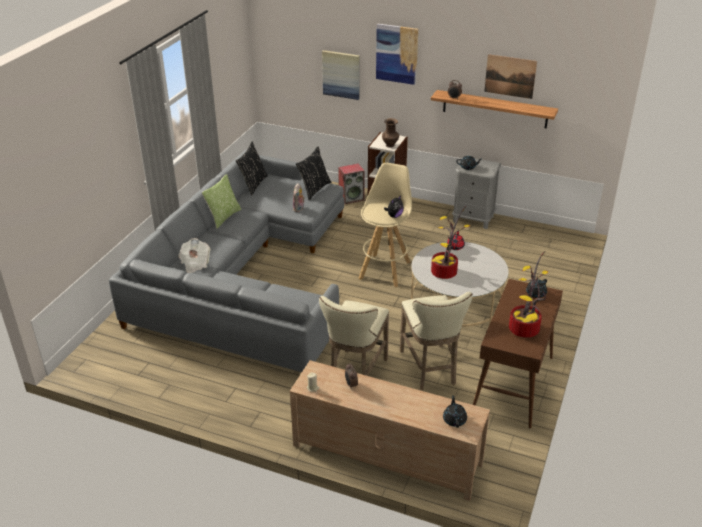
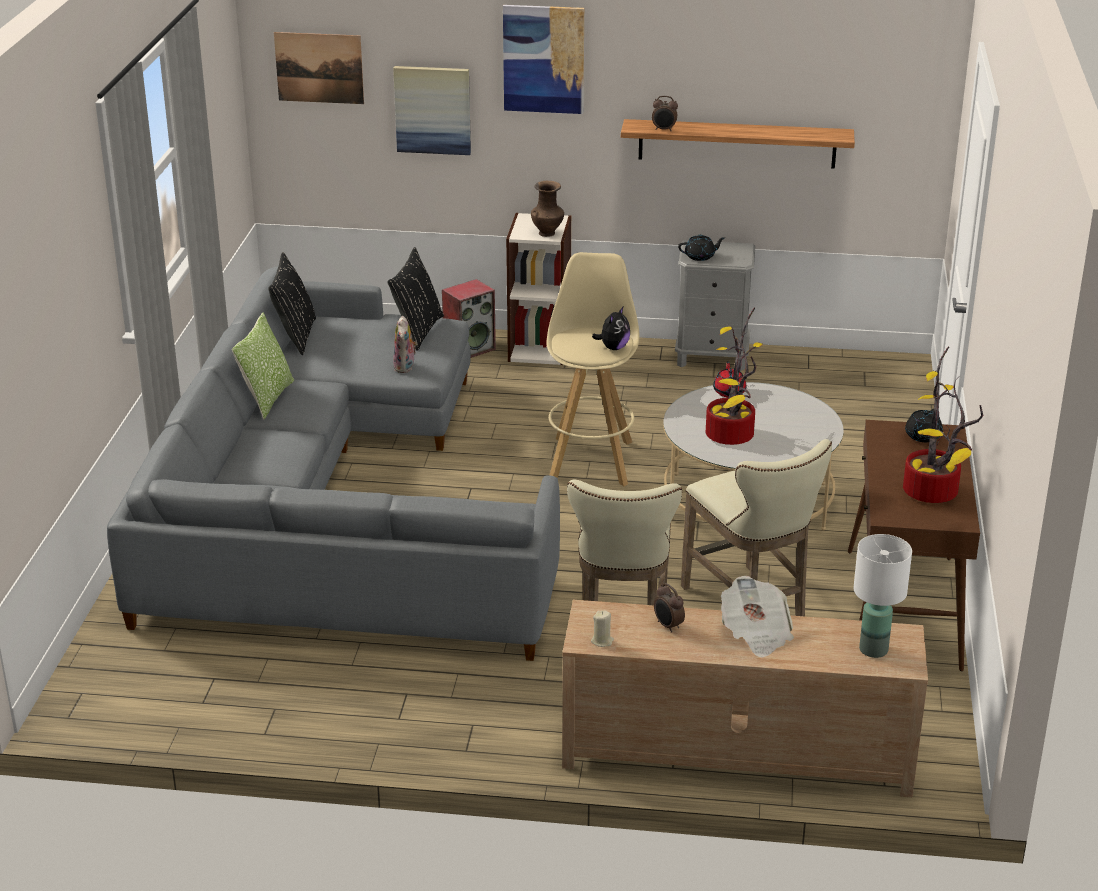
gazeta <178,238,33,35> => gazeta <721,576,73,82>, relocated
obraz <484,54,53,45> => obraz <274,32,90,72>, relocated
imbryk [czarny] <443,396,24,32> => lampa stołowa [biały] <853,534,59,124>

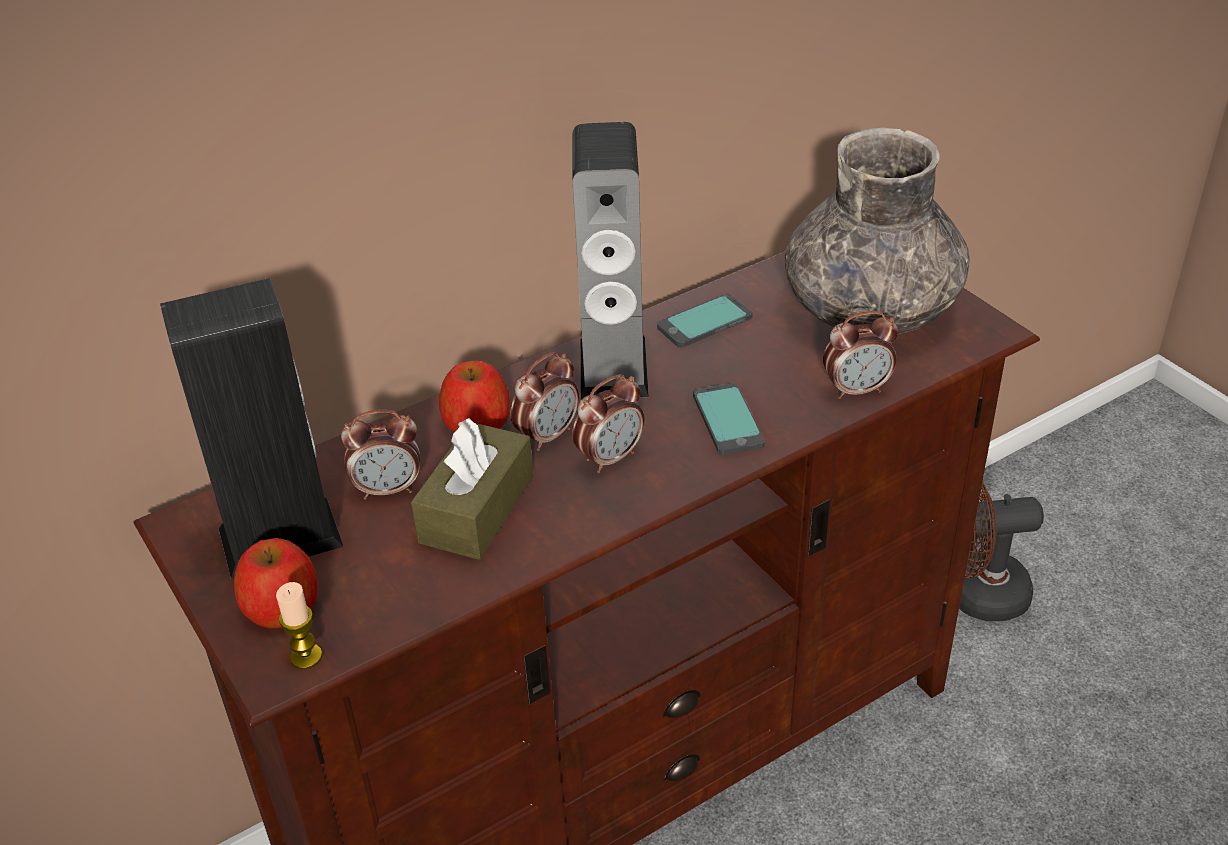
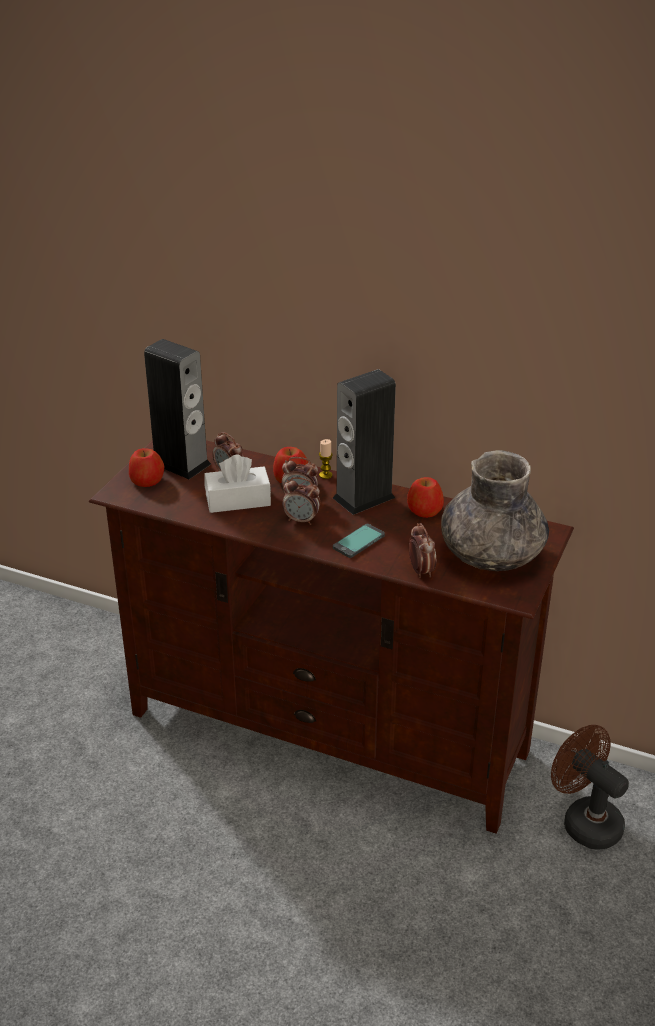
świeca <276,582,47,87> => świeca <319,439,14,40>, relocated
telefon <657,294,95,54> => jabłko <407,477,37,41>
pudełko chusteczek [brązowy] <411,418,123,142> => pudełko chusteczek [biały] <204,454,67,59>
budzik <823,311,75,88> => budzik <409,523,27,55>, 150 degrees counterclockwise

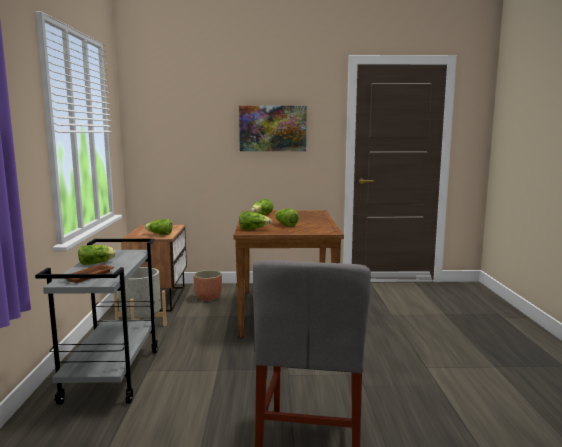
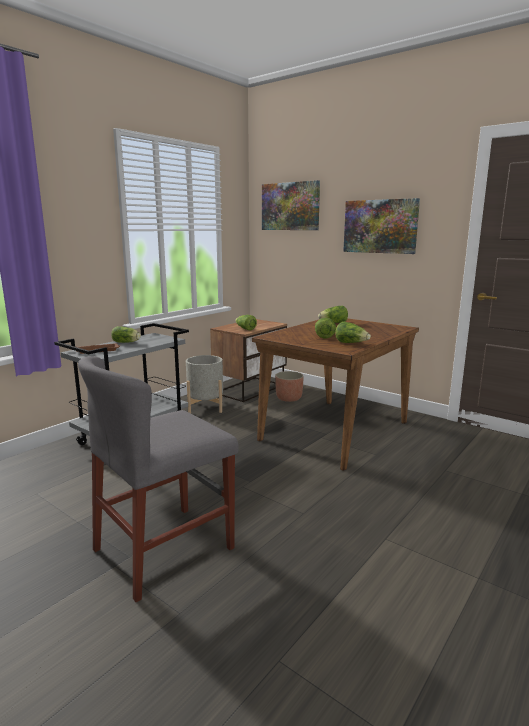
nothing => obraz <262,180,58,50>
sałata <239,211,33,19> => sałata <335,322,36,21>, relocated

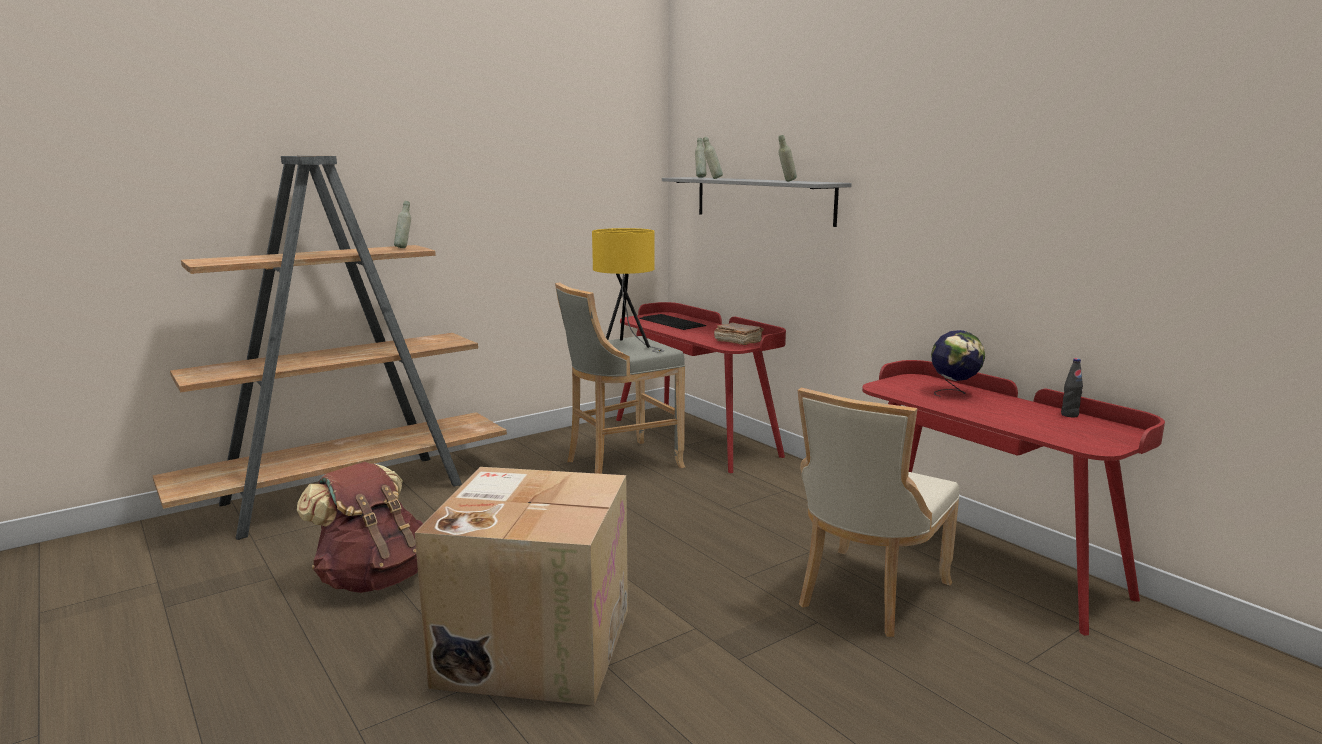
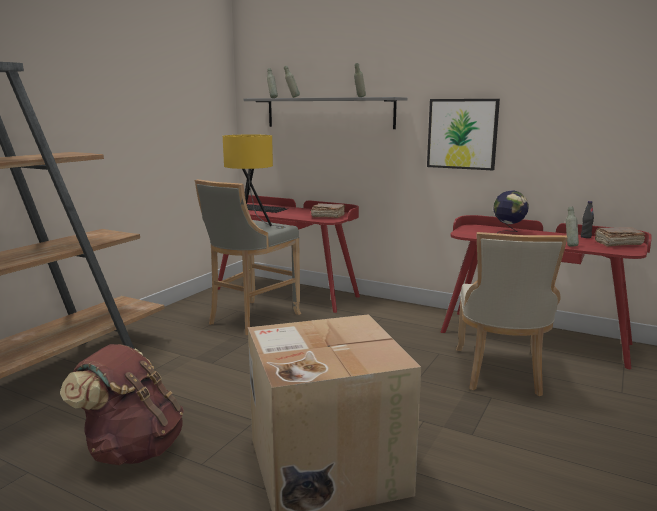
nothing => obraz <427,99,73,71>
nothing => książka [brązowy] <595,227,50,20>
butelka [szary] <394,201,17,47> => butelka [szary] <566,207,13,40>, relocated

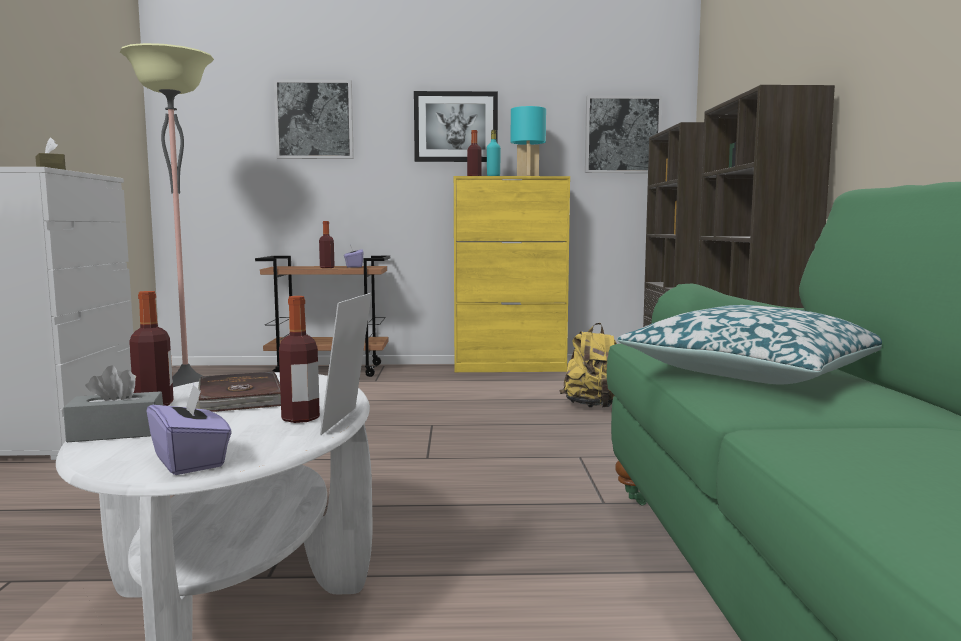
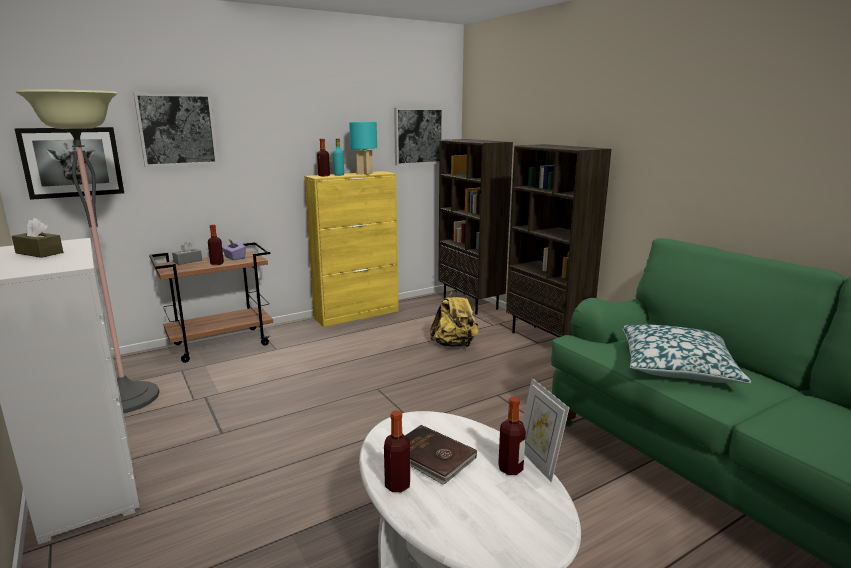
pudełko chusteczek [fioletowy] <147,384,85,91> => nothing
pudełko chusteczek [szary] <63,365,100,77> => pudełko chusteczek [szary] <172,242,30,23>, relocated
obraz <414,91,84,71> => obraz <15,127,109,73>, relocated

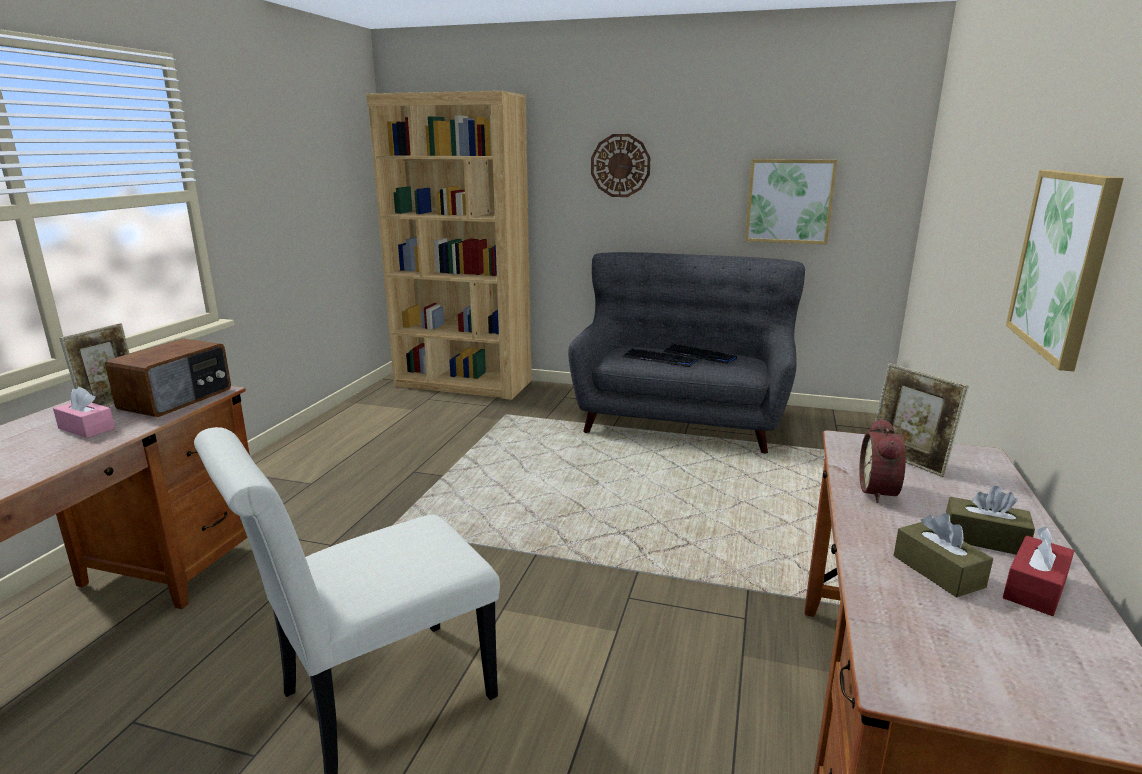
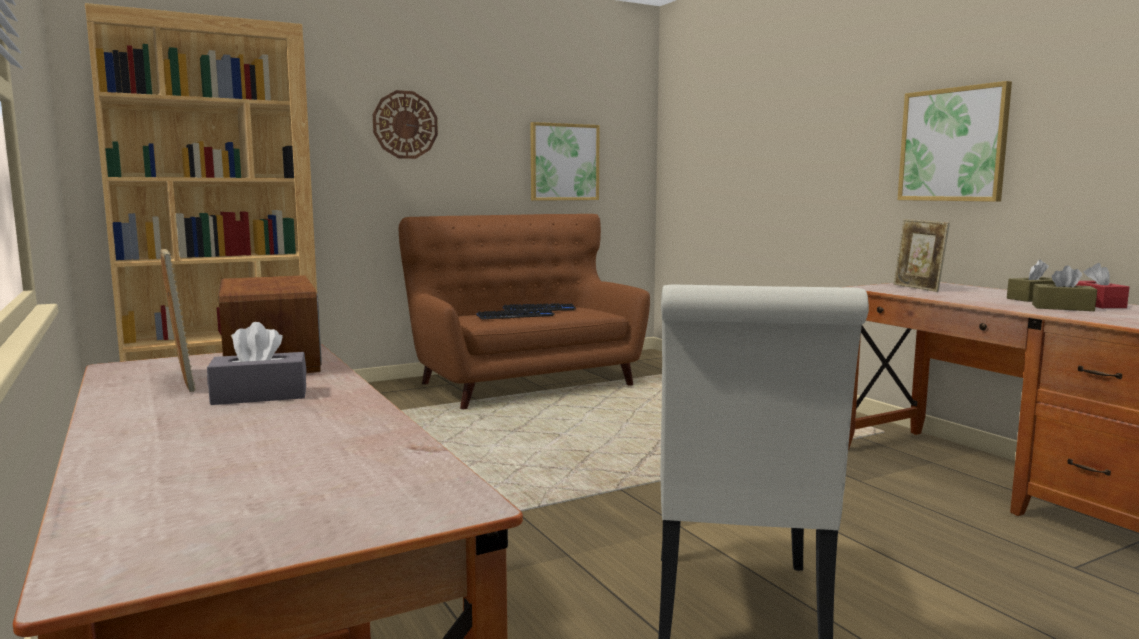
budzik <859,418,47,85> => nothing
pudełko chusteczek [różowy] <53,387,62,51> => pudełko chusteczek [szary] <207,322,100,83>
kanapa [szary] <568,252,237,201> => kanapa [brązowy] <399,214,251,195>
ramka na zdjęcie <875,363,94,114> => ramka na zdjęcie <893,219,57,73>, 60 degrees clockwise

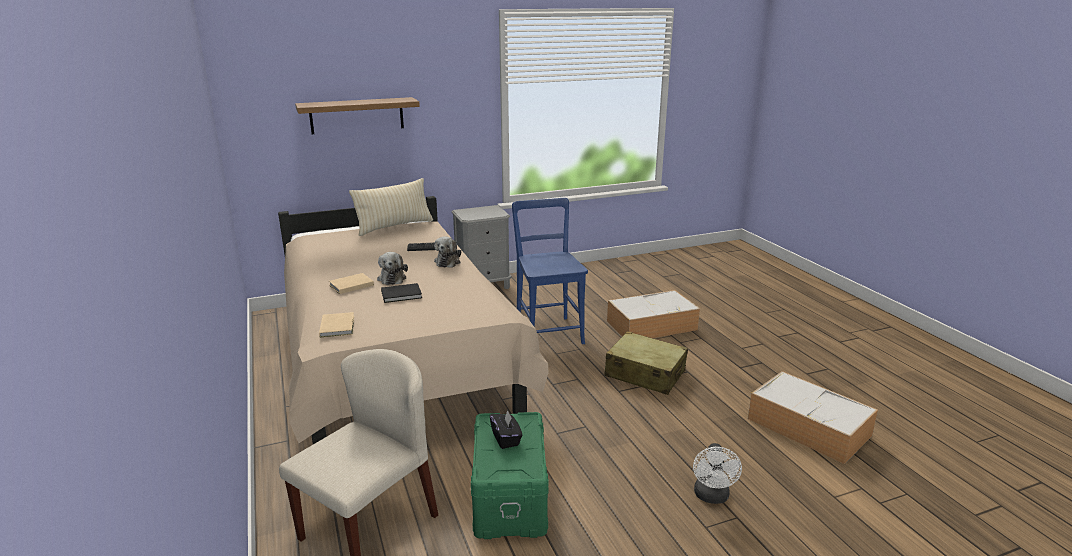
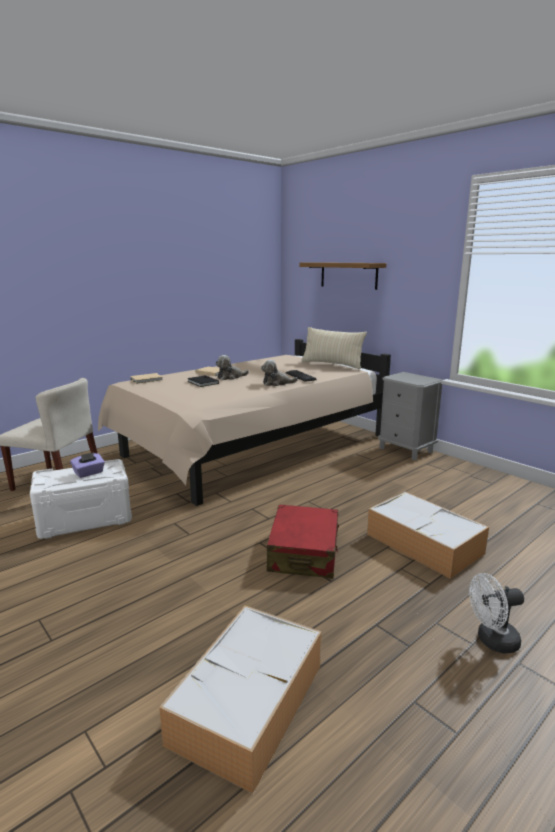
krzesło [niebieski] <512,198,76,146> => nothing
wentylator [biały] <693,443,49,61> => wentylator [biały] <469,573,55,80>, relocated
pojemnik do przechowywania [zielony] <471,412,78,127> => pojemnik do przechowywania [biały] <30,459,102,80>
pudełko chusteczek [czarny] <490,410,32,39> => pudełko chusteczek [fioletowy] <70,452,35,26>
walizka [beżowy] <604,331,84,64> => walizka [czerwony] <267,505,72,74>

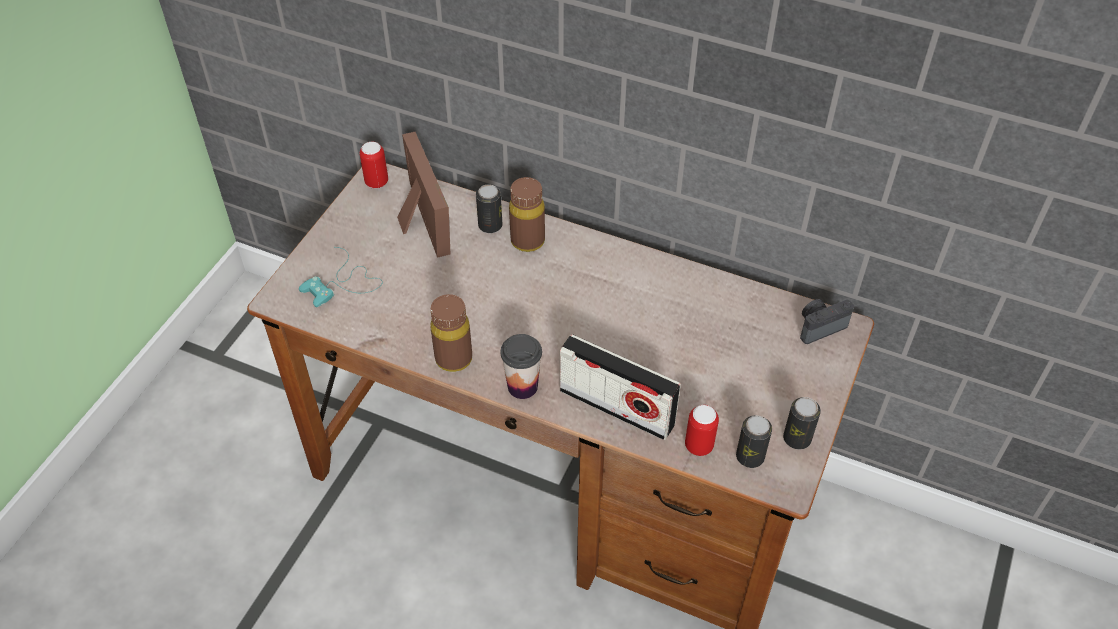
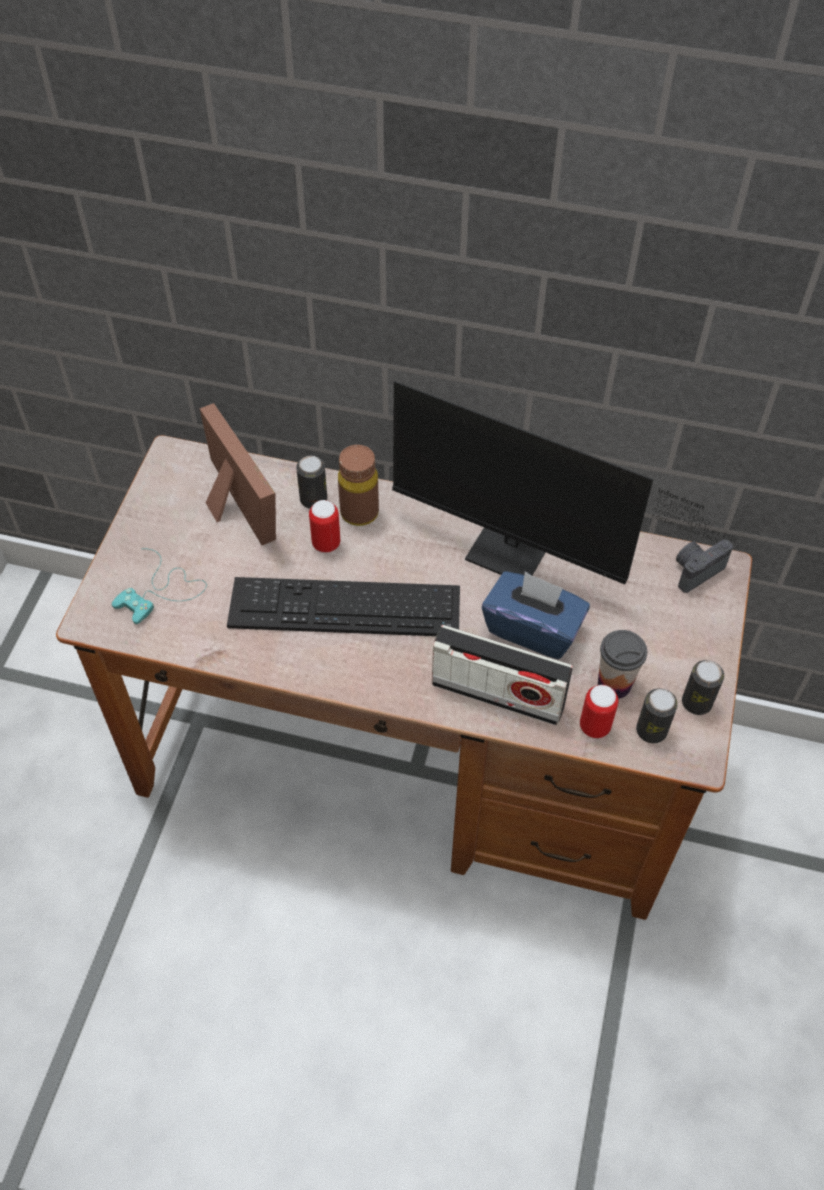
butelka [brązowy] <430,294,42,78> => nothing
nothing => klawiatura <227,577,233,59>
nothing => monitor <392,381,344,203>
nothing => pudełko chusteczek [niebieski] <482,571,108,88>
puszka <360,142,28,47> => puszka <309,500,31,53>, relocated
filiżanka <501,334,41,65> => filiżanka <598,630,49,69>, relocated

